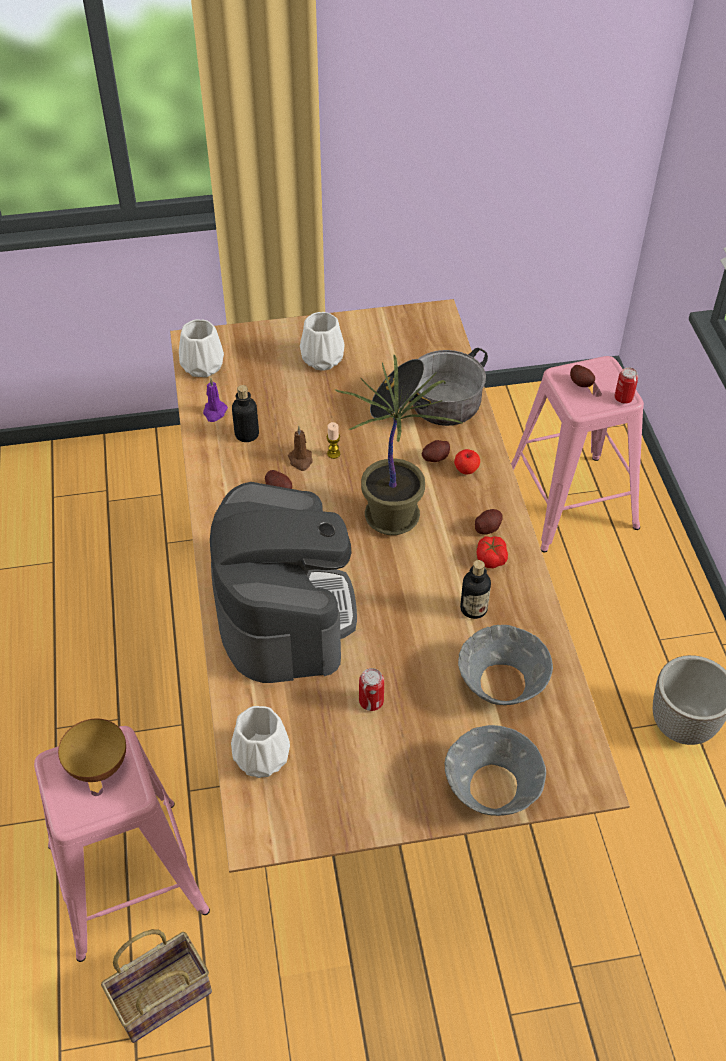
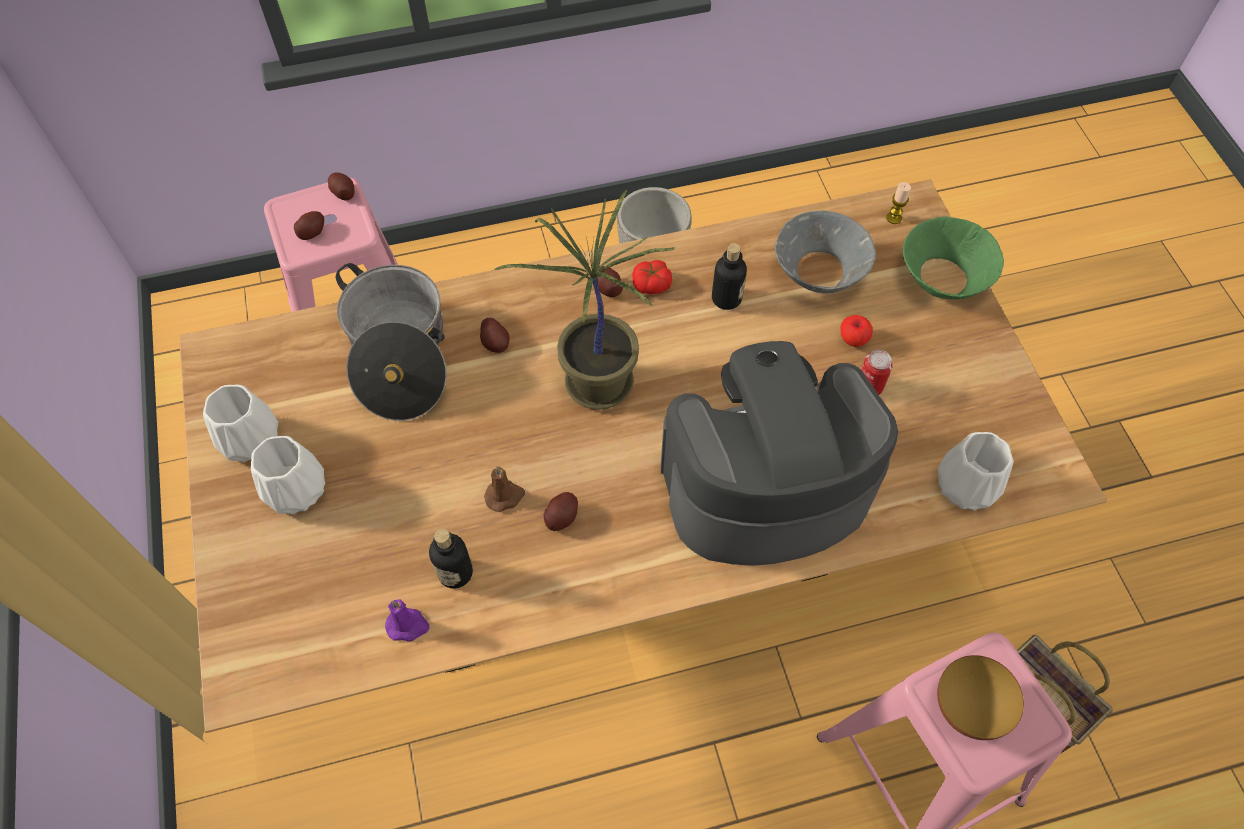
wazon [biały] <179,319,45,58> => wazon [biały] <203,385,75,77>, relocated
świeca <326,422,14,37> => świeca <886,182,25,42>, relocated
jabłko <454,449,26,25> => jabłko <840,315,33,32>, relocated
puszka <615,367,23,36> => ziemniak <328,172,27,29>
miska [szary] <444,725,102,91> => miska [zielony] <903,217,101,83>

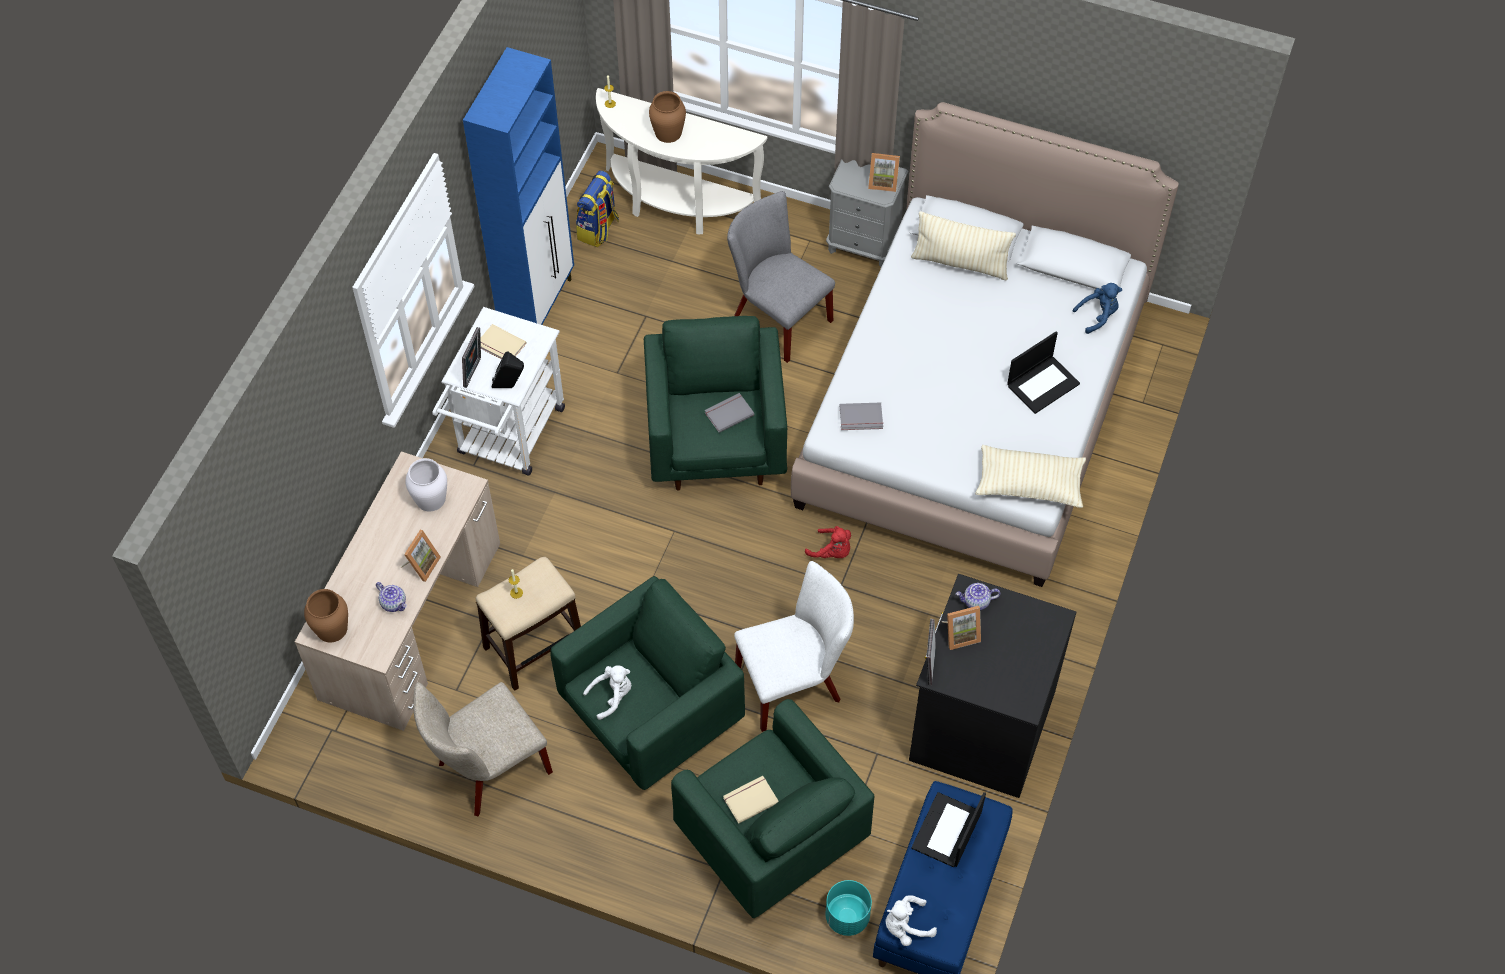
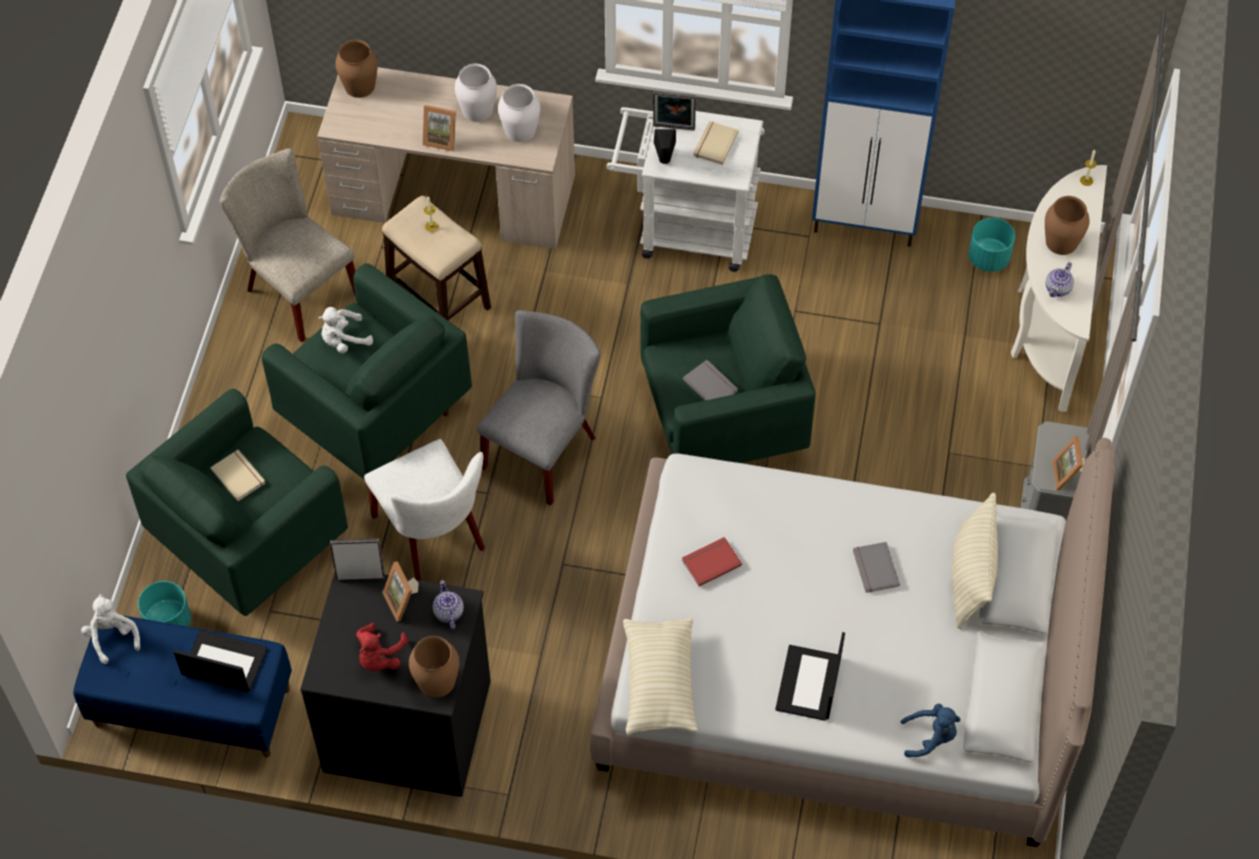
nothing => wazon [brązowy] <409,636,50,62>
nothing => wazon [biały] <455,64,42,58>
nothing => książka [czerwony] <682,537,60,50>
imbryk <376,582,31,30> => imbryk <1046,262,28,35>, relocated
krzesło [szary] <727,191,108,172> => krzesło [szary] <477,310,124,195>, relocated
pluszak [czerwony] <805,526,46,32> => pluszak [czerwony] <356,623,52,48>, relocated
książka [szary] <840,402,43,28> => książka [szary] <853,542,47,51>, relocated
plecak <576,171,43,76> => donica [turkusowy] <968,218,47,54>
pluszak [biały] <583,665,48,55> => pluszak [biały] <318,307,55,46>, 105 degrees clockwise
laptop <1007,332,73,82> => laptop <775,632,70,89>, 60 degrees clockwise
pluszak [niebieski] <1073,283,49,51> => pluszak [niebieski] <901,704,59,53>, 60 degrees counterclockwise

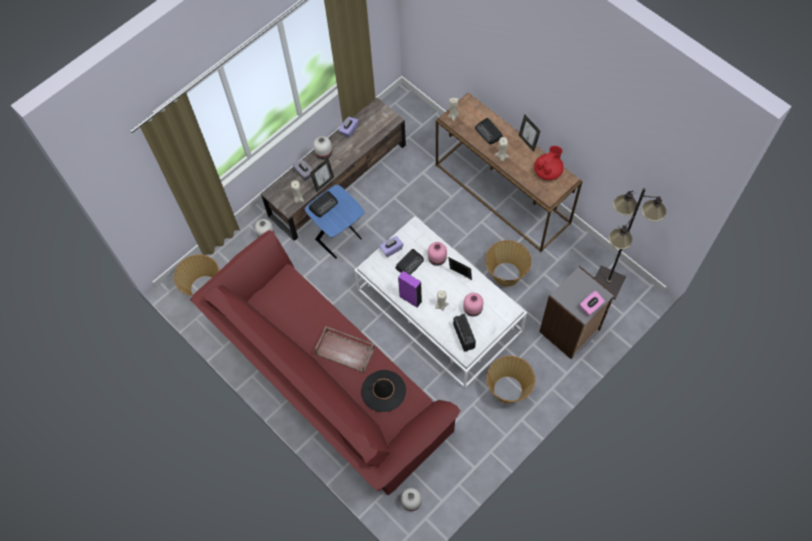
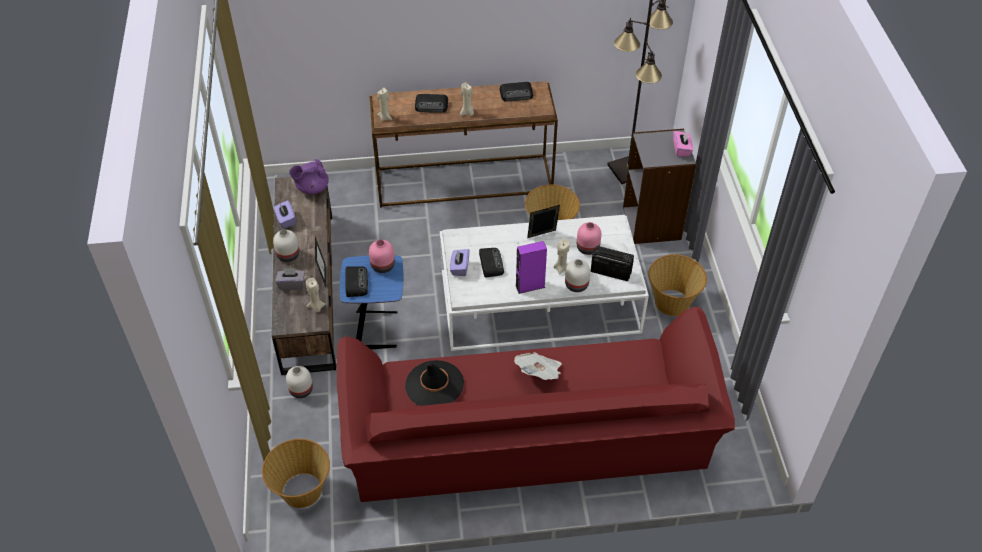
ramka na zdjęcie <519,115,21,37> => nothing
nothing => imbryk [fioletowy] <289,159,40,35>
kapelusz [czarny] <361,370,45,42> => kapelusz [czarny] <405,360,59,46>, relocated
wazon [biały] <401,488,20,23> => wazon [biały] <565,259,25,33>, relocated
wazon [różowy] <428,242,19,24> => wazon [różowy] <369,240,26,33>, relocated
taca [brązowy] <315,326,60,47> => gazeta <514,352,48,28>
imbryk [czerwony] <534,146,30,34> => radio <500,82,33,19>

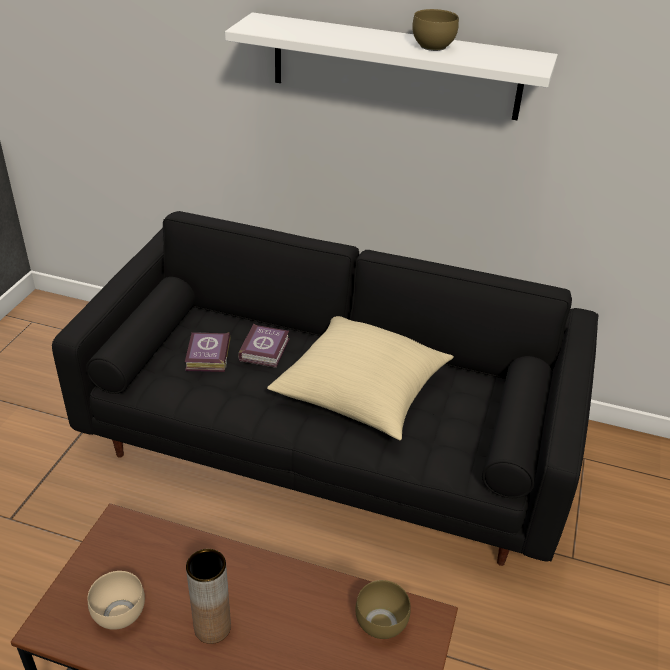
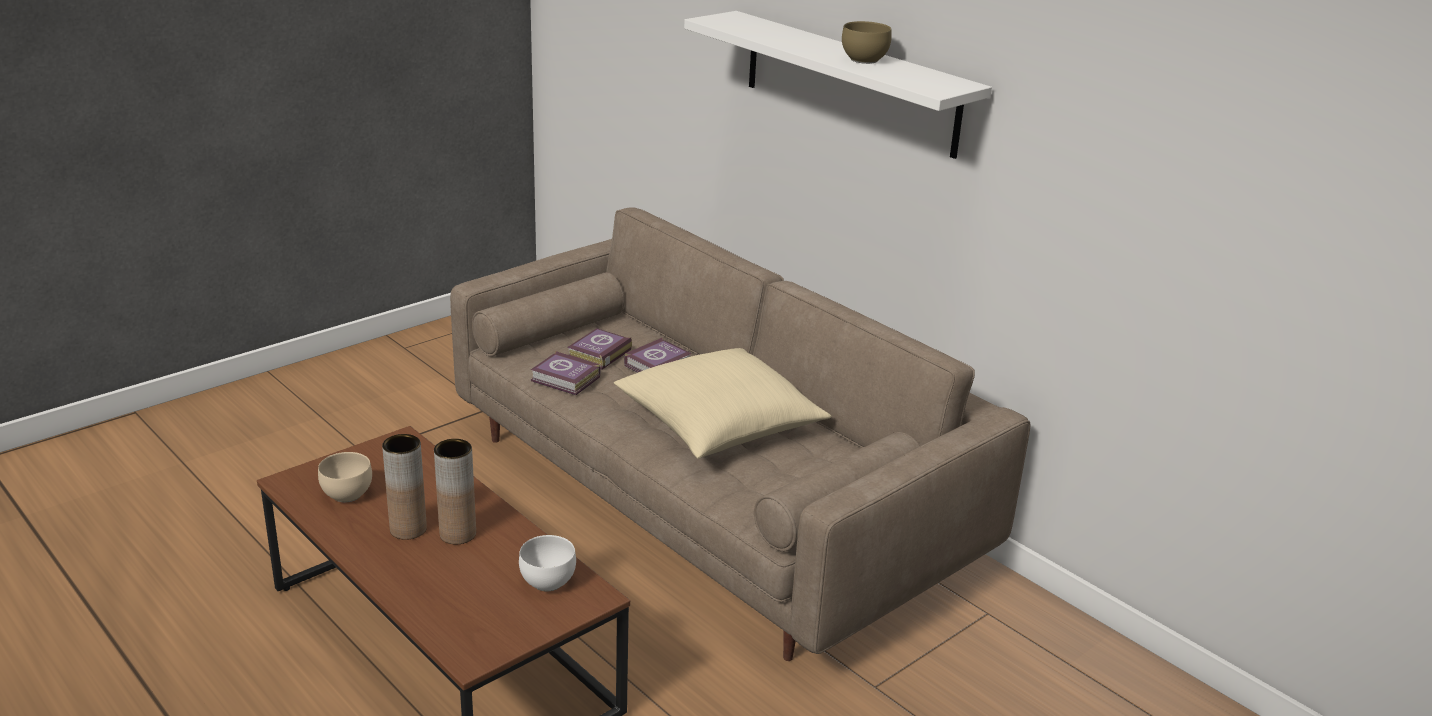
nothing => wazon [brązowy] <434,439,42,105>
nothing => książka <531,351,70,44>
kanapa [czarny] <52,211,546,355> => kanapa [beżowy] <450,207,581,454>
miska [brązowy] <355,580,55,59> => miska [biały] <519,535,57,56>

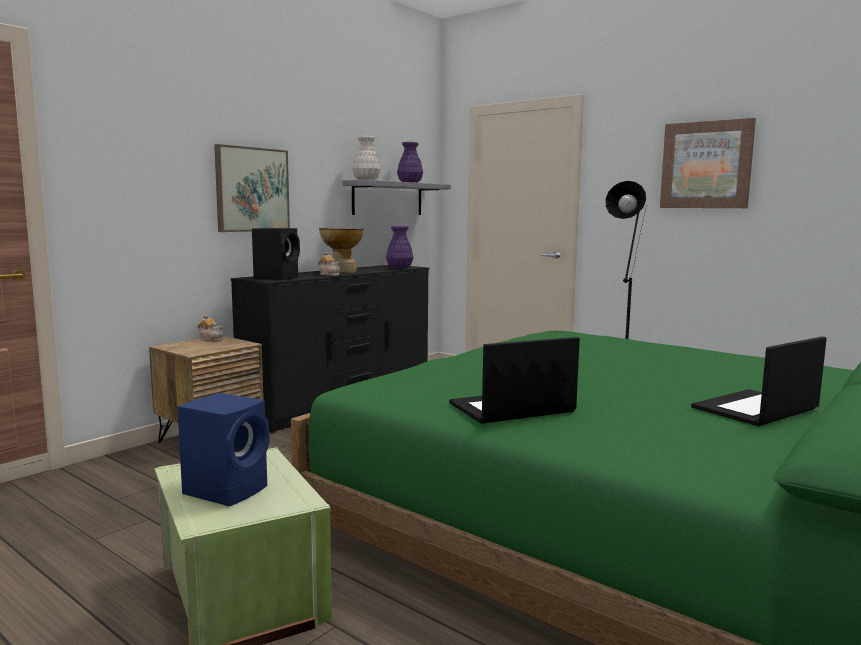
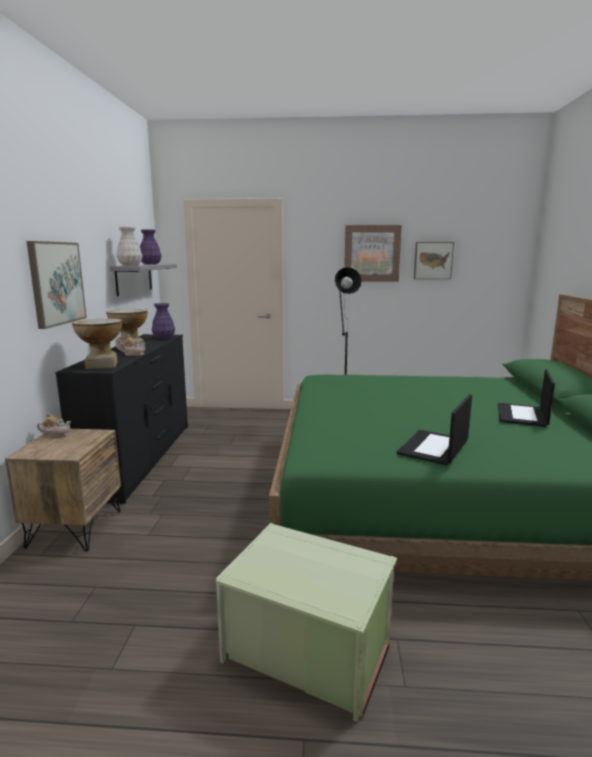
głośnik [niebieski] <177,393,93,113> => nothing
nothing => obraz <414,242,40,37>
głośnik [czarny] <252,228,48,52> => wazon <72,319,50,50>

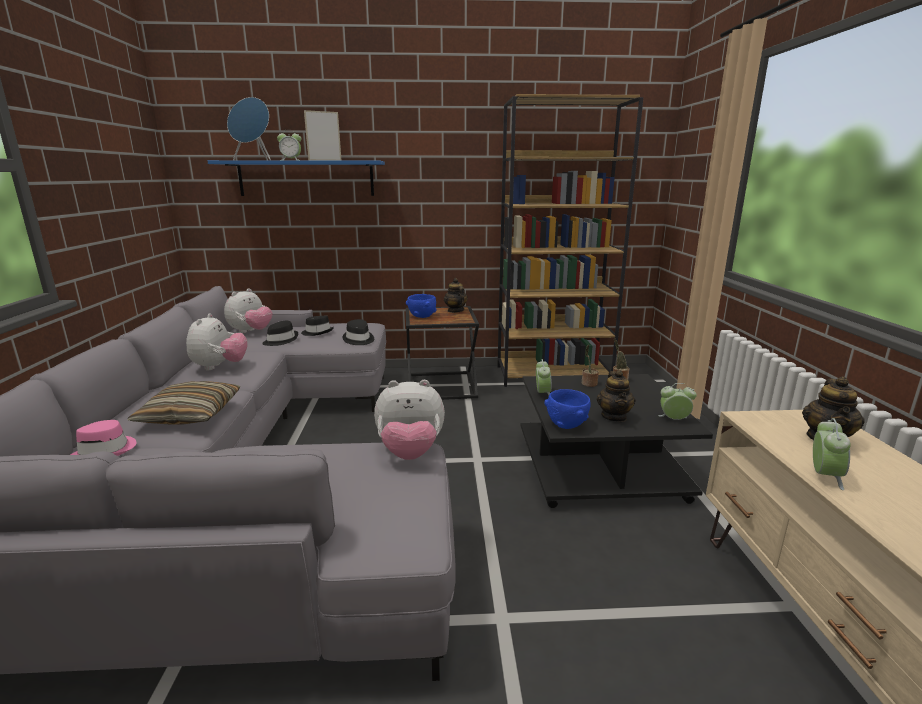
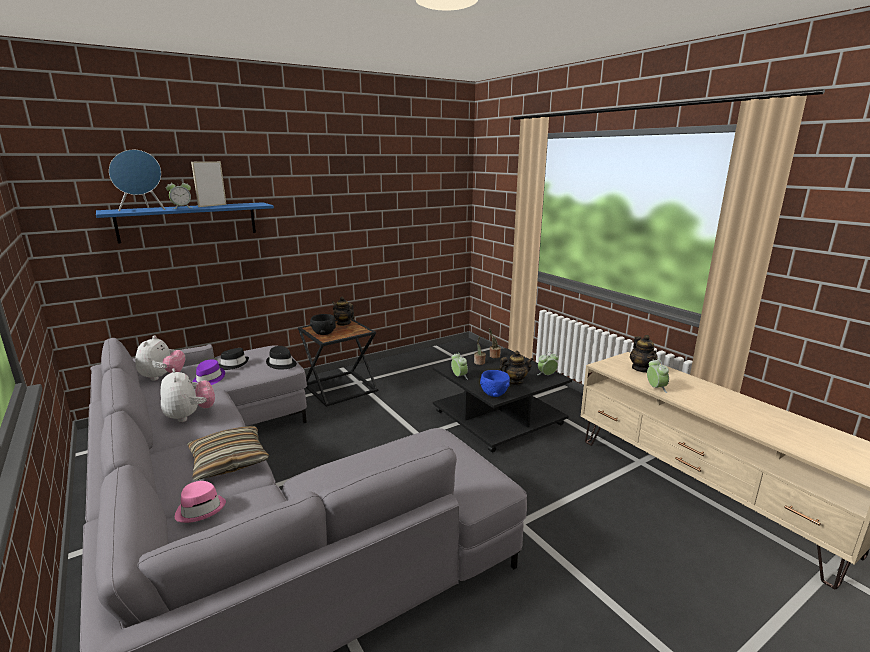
pluszak <374,380,71,80> => nothing
regał [brązowy] <497,94,147,293> => nothing
kapelusz [czarny] <262,321,36,25> => kapelusz [fioletowy] <192,360,33,25>
miska [niebieski] <406,294,31,24> => miska [czarny] <310,314,26,21>
imbryk <597,370,39,52> => imbryk <499,351,35,34>, 75 degrees counterclockwise

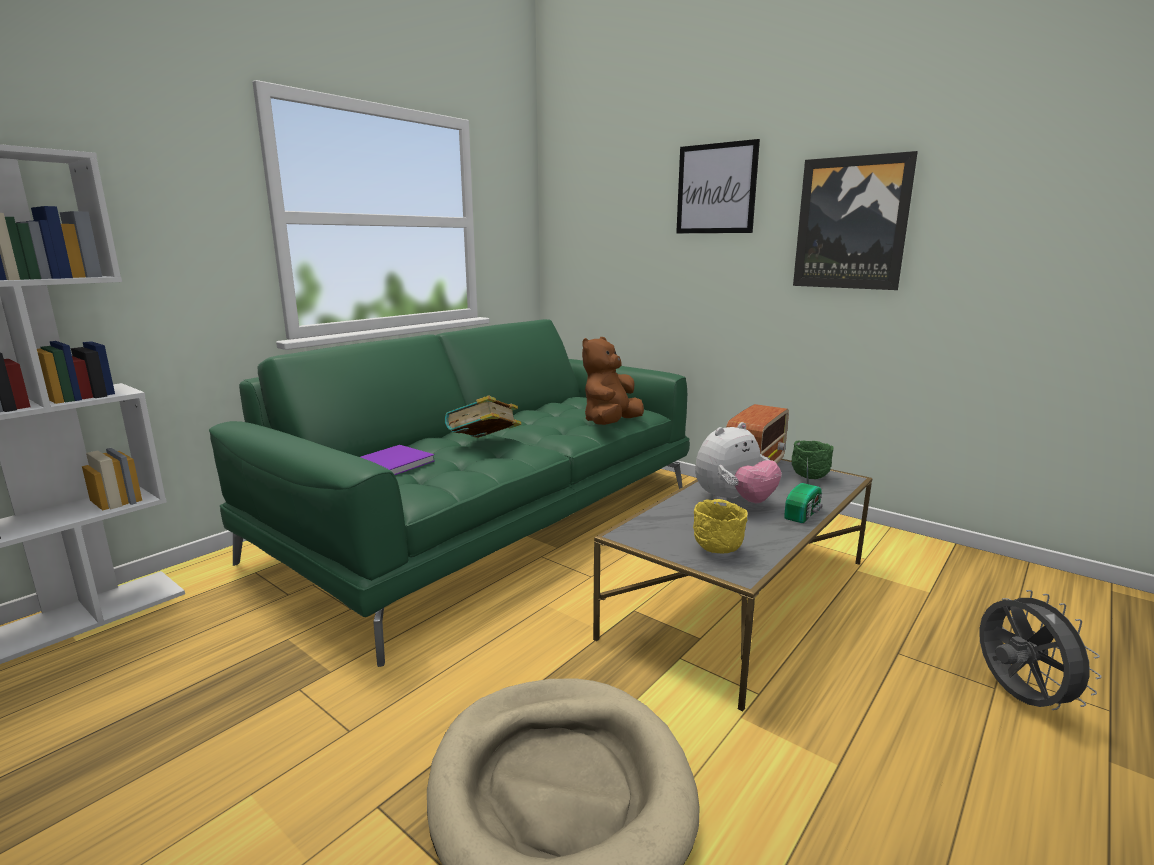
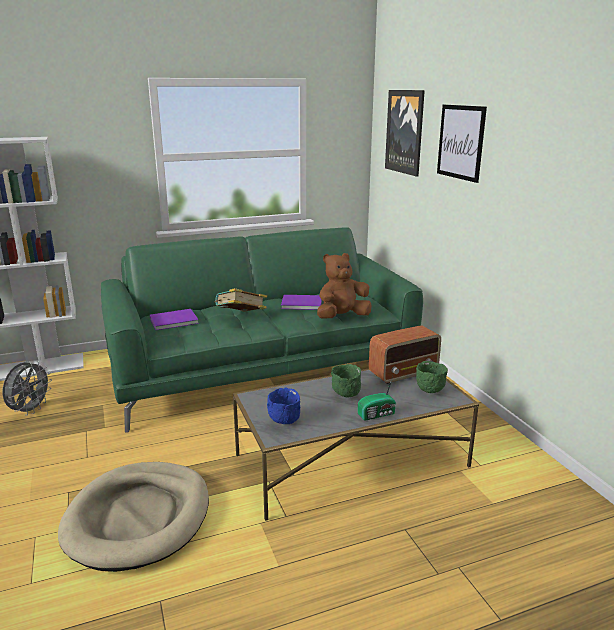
nothing => książka [fioletowy] <281,295,41,15>
obraz <793,151,125,139> => obraz <385,90,40,87>, relocated
wentylator [szary] <979,590,123,120> => wentylator [szary] <3,360,49,56>, relocated
pluszak <695,422,87,81> => miska [zielony] <331,364,30,33>
miska [żółty] <693,499,54,55> => miska [niebieski] <267,387,33,37>

